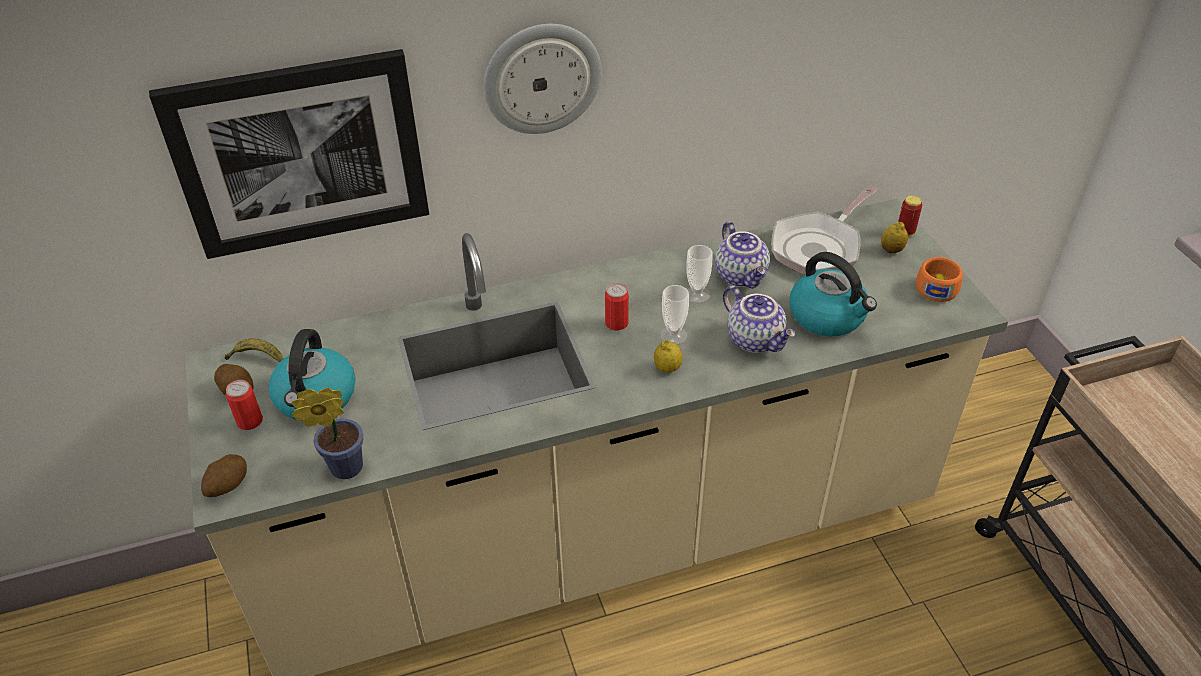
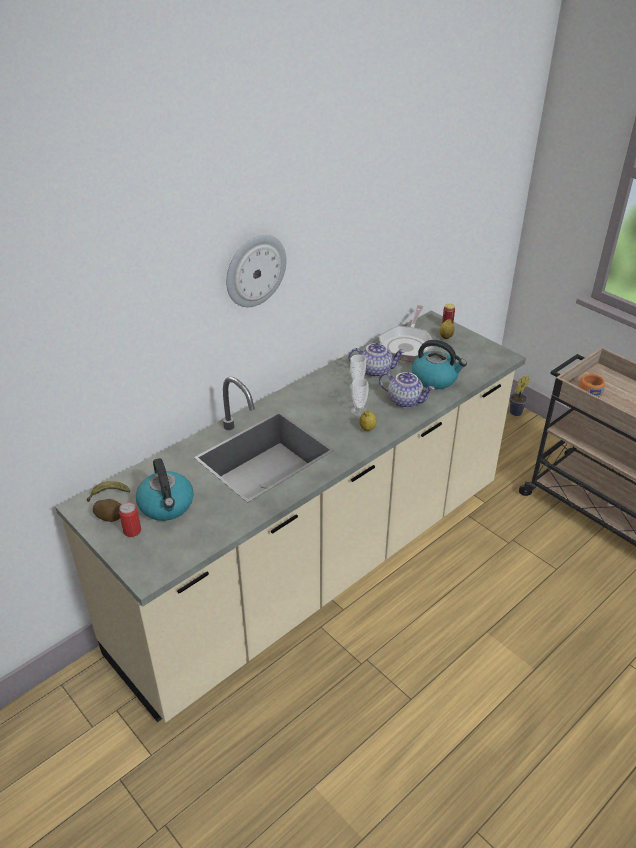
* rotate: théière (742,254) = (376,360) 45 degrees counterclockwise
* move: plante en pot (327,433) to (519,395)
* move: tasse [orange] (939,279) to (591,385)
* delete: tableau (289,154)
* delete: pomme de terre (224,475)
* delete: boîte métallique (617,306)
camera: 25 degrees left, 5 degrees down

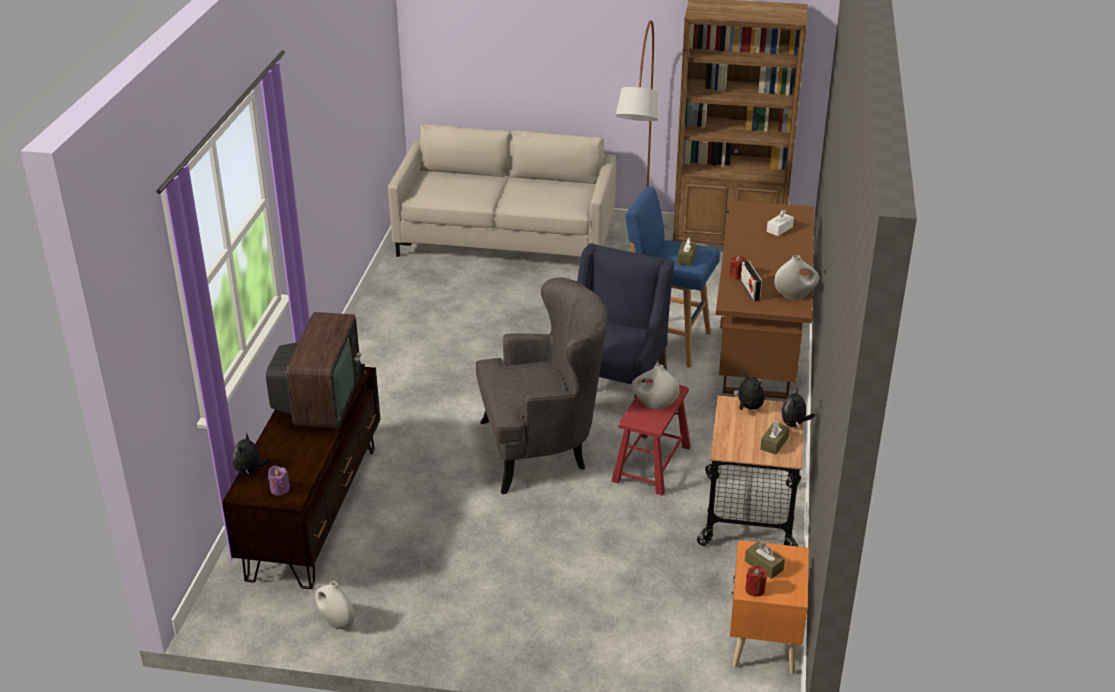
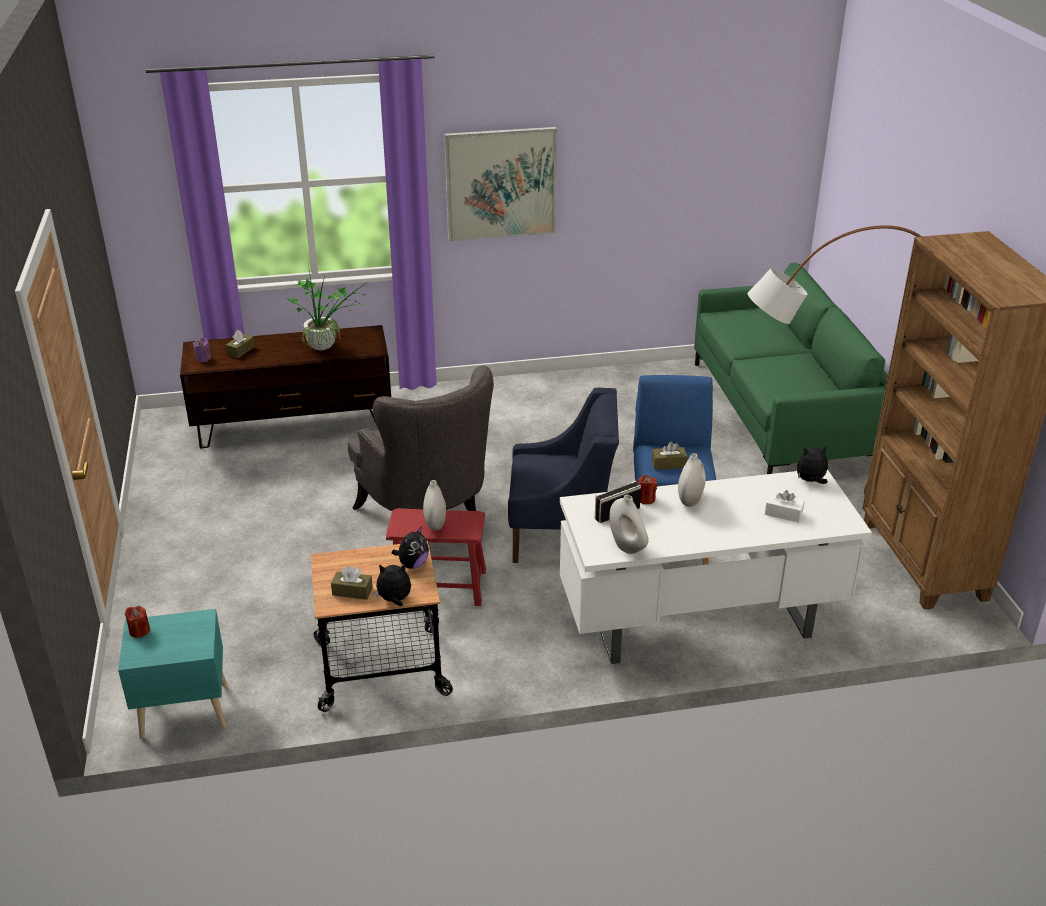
* recolor: table de chevet [orange] (769,607) to table de chevet [turquoise] (172,674)
* move: boîte à mouchoirs [marron] (765,560) to (240,344)
* replace: téléviseur (316,370) to plante en pot (329,310)
* insert: tableau (500,184)
* recolor: bureau [marron] (765,299) to bureau [blanc] (716,567)
* move: vase [blanc] (335,605) to (692,480)
* recolor: canapé [beige] (502,190) to canapé [vert] (791,368)
* move: peluche (251,453) to (812,465)
camera: 70 degrees right, 0 degrees up

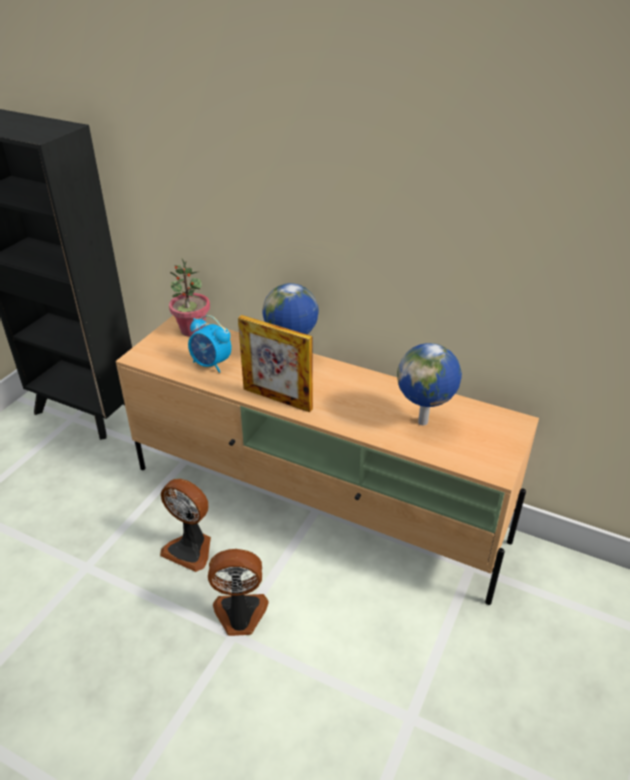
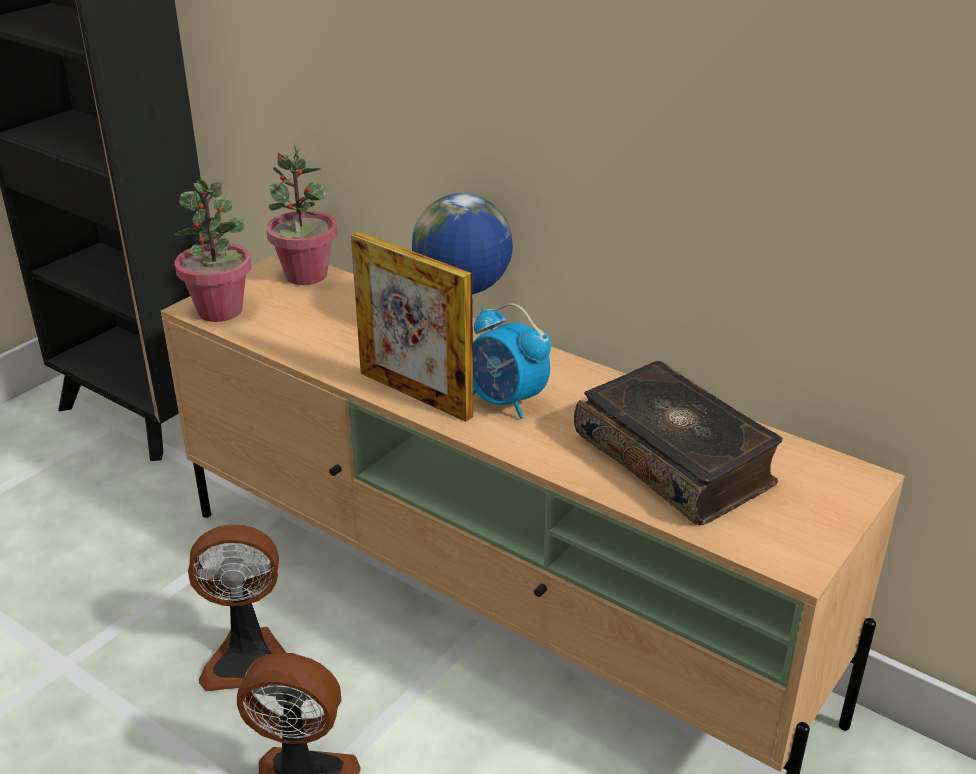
* insert: plante en pot (213,251)
* rotate: ventilateur (185,525) = (237,608) 45 degrees counterclockwise
* move: réveil (210,344) to (512,361)
* replace: globe (429,384) to livre (678,443)
camera: 10 degrees right, 5 degrees down

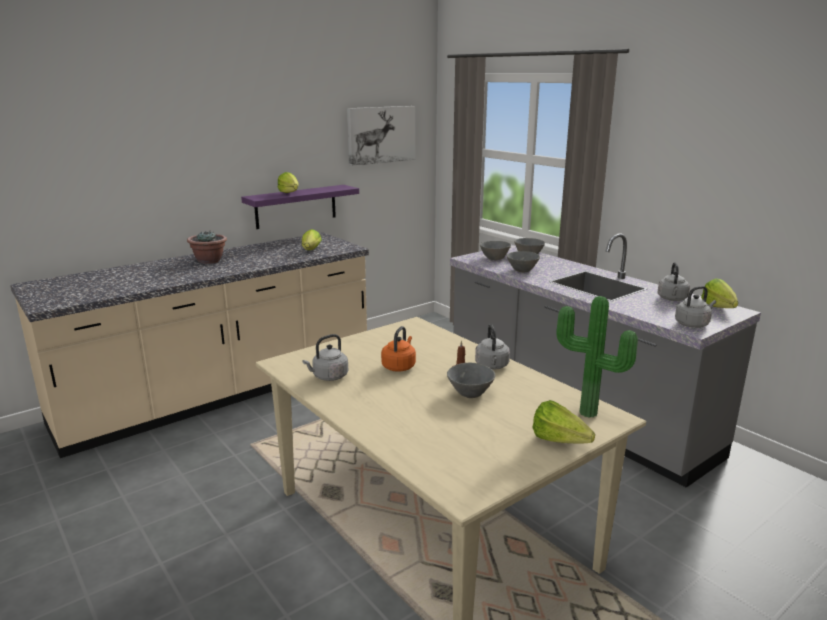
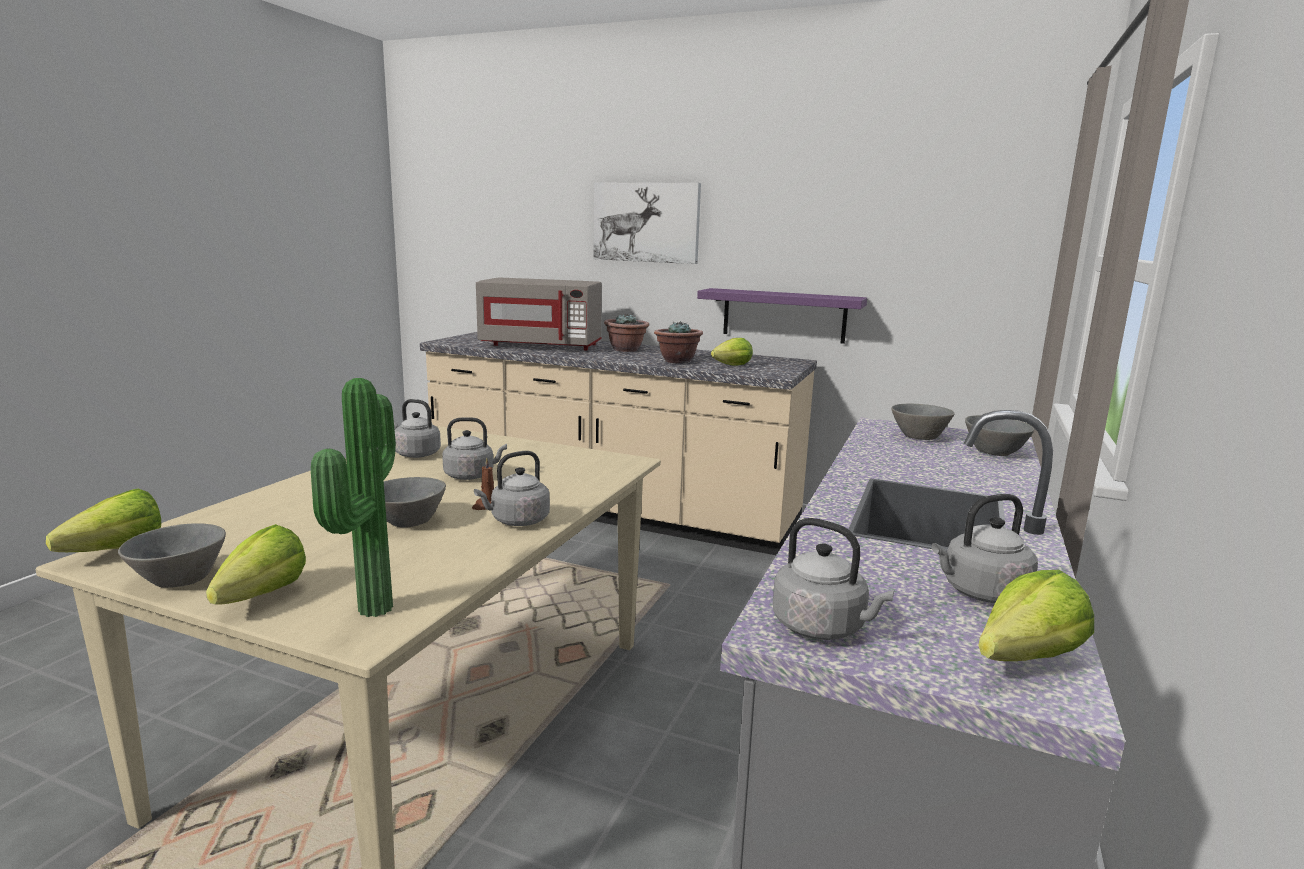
* move: laitue (288,182) to (103,520)
* move: bol [gris] (523,261) to (172,555)
* recolor: bouilloire [orange] (398,349) to bouilloire [gris] (474,448)
* insert: micro-ondes [gris] (539,313)
* move: tableau (381,136) to (647,223)
* insert: plante en pot (678,342)
camera: 60 degrees right, 5 degrees down

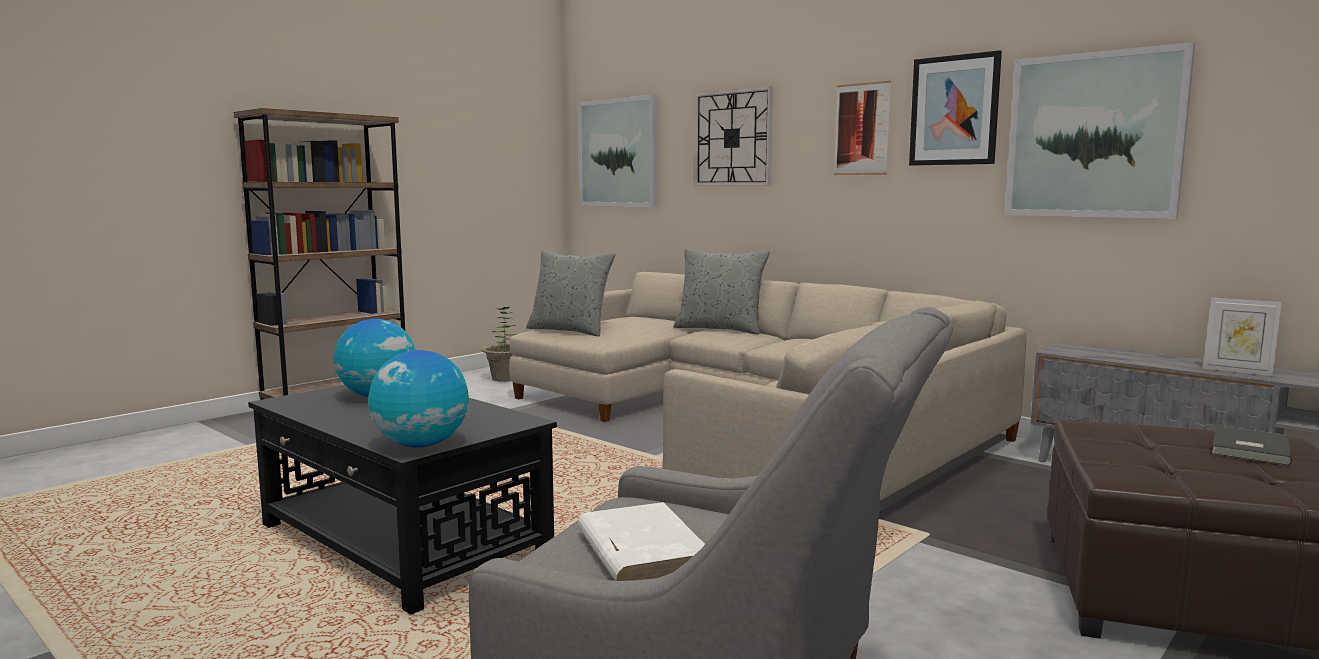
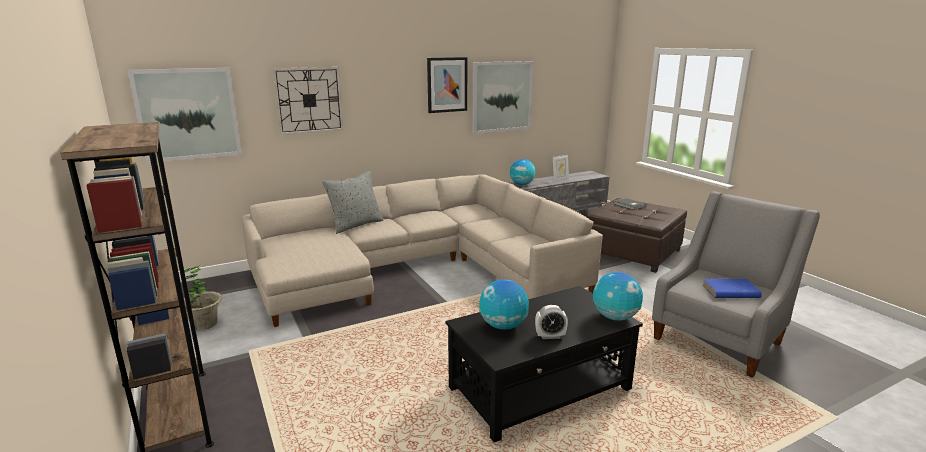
* insert: globe (522,172)
* insert: réveil (551,322)
* recolor: livre [blanc] (641,541) to livre [bleu] (732,288)
* delete: coussin [gris] (570,293)
* delete: tableau (862,128)
camera: 70 degrees left, 10 degrees up

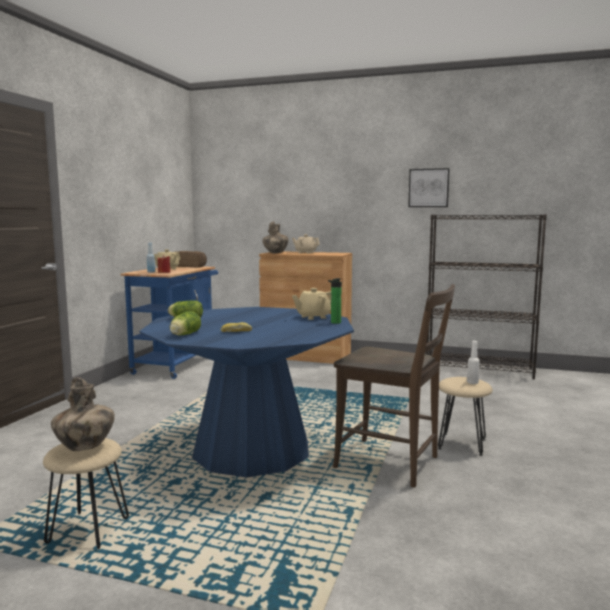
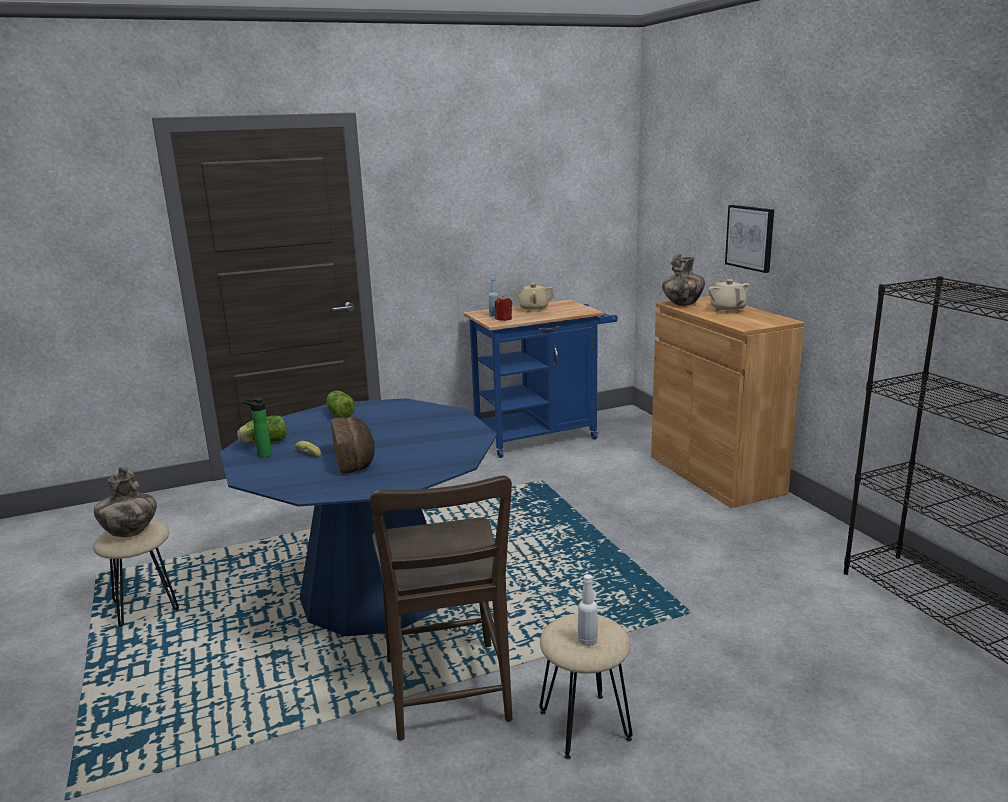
* move: bouteille (335,301) to (257,428)
* move: pain (191,259) to (353,445)
* move: tableau (429,187) to (749,239)
* delete: théière [beige] (312,304)
camera: 50 degrees right, 10 degrees up

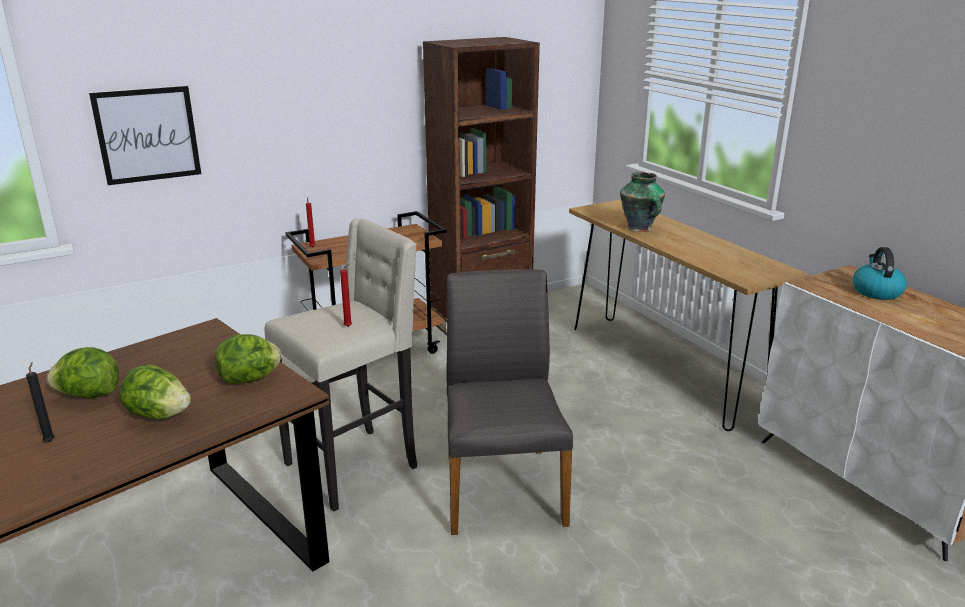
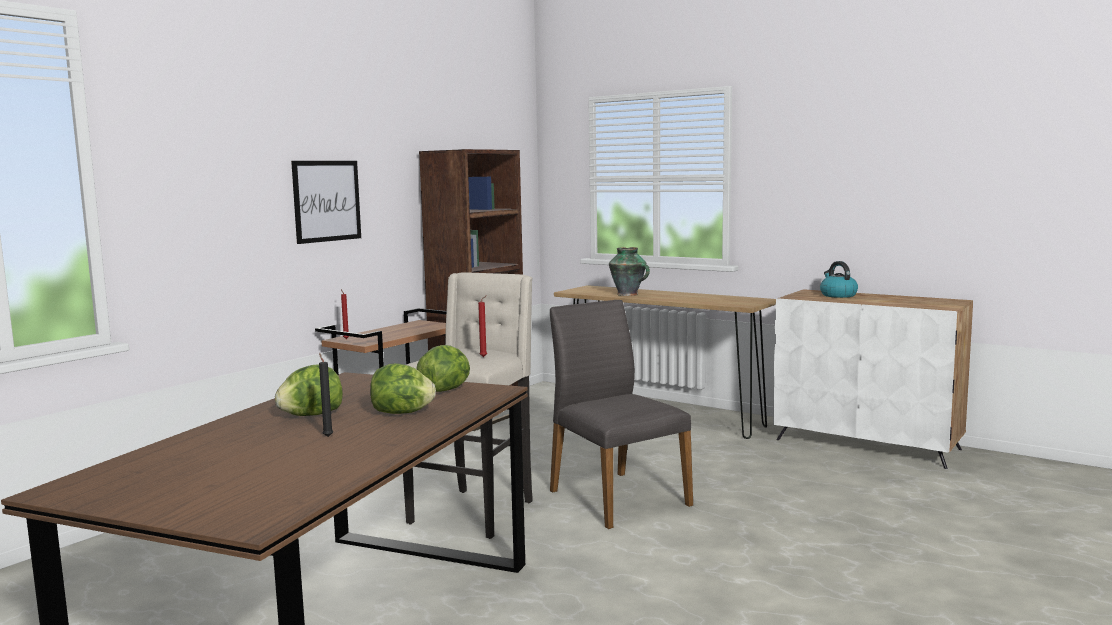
* move: tableau (145,135) to (326,202)
camera: 25 degrees left, 15 degrees down

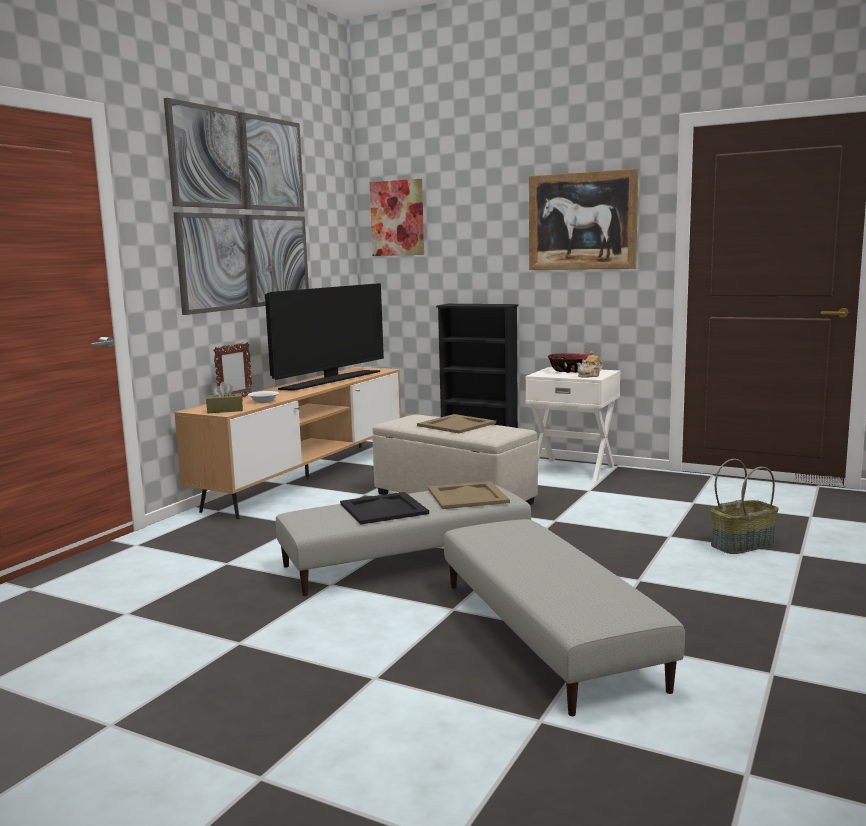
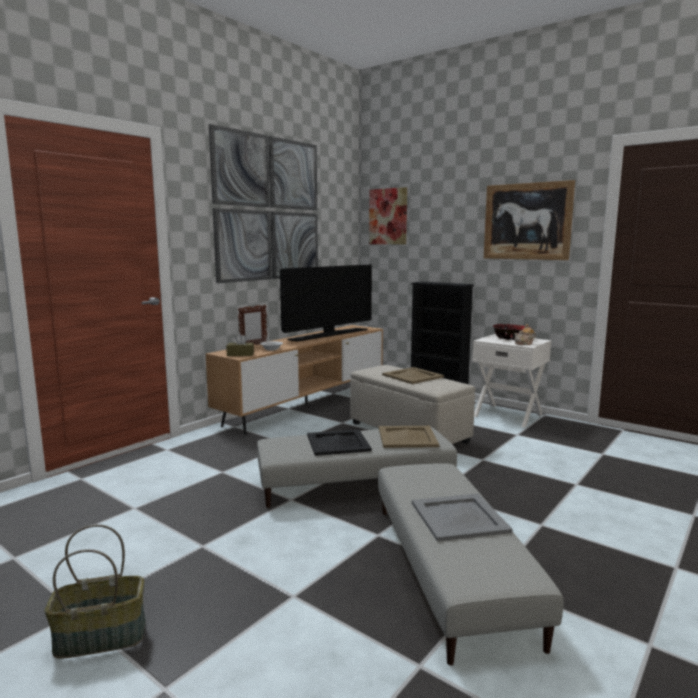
* move: panier (745,506) to (95,591)
* insert: plateau [gris] (462,517)
camera: 10 degrees right, 0 degrees up

